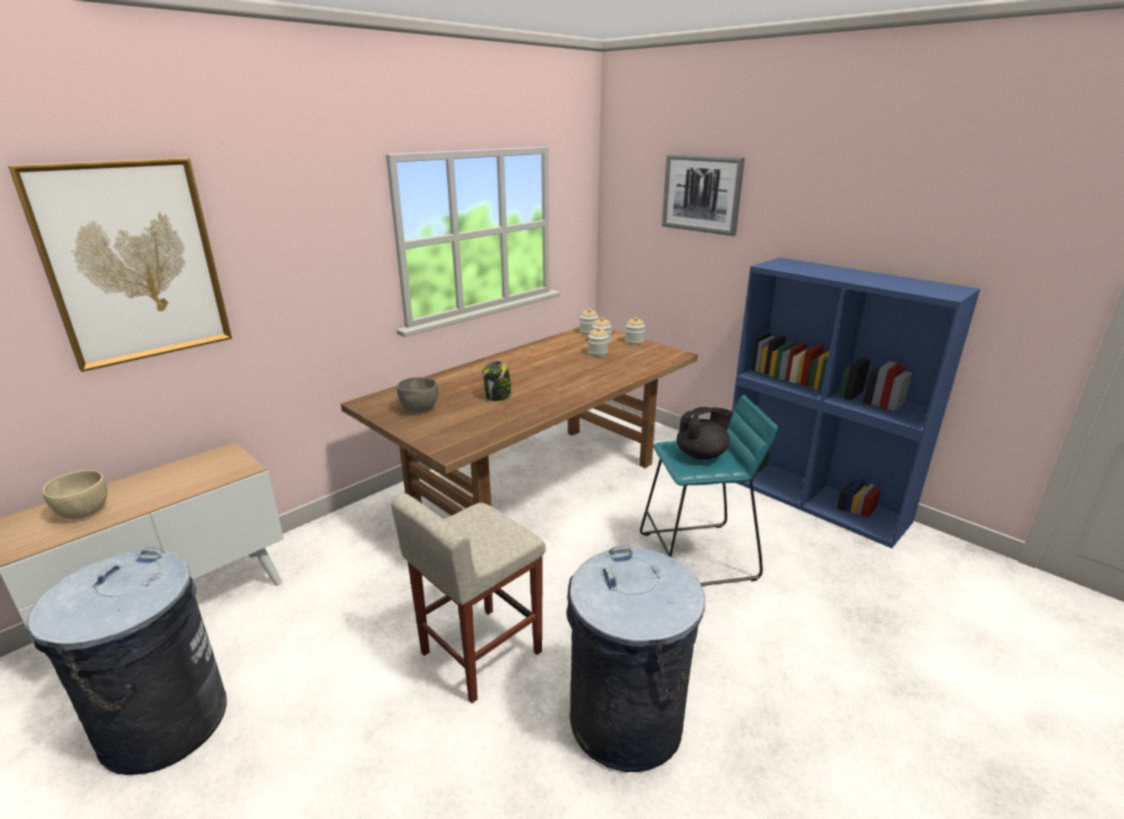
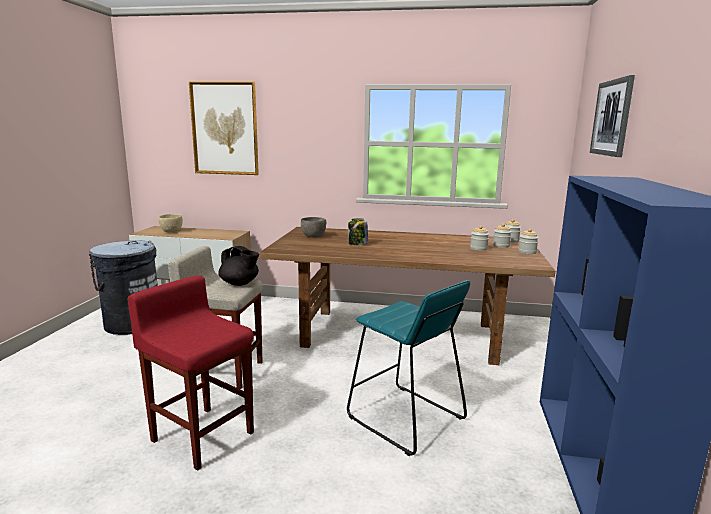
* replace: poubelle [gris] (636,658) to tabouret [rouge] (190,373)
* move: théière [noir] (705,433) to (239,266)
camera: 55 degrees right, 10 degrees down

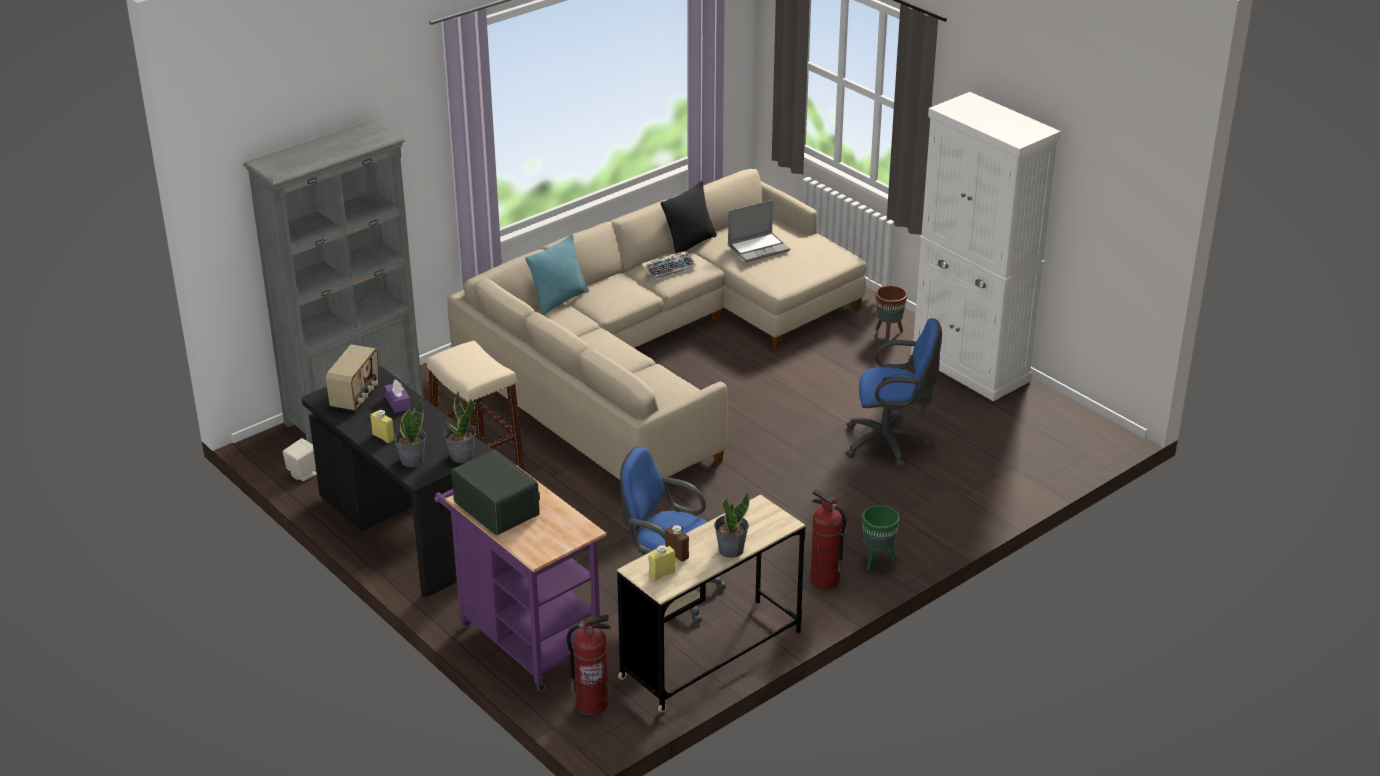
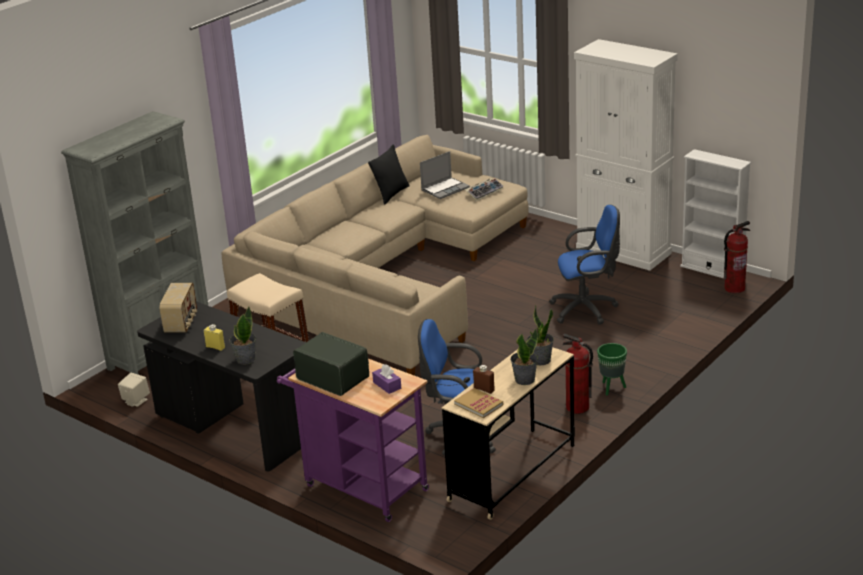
* move: boîte à mouchoirs [violet] (397,396) to (386,379)
* replace: bouteille [jaune] (662,563) to livre (478,403)
* move: clavier (669,266) to (483,189)
* move: plante en pot (460,427) to (540,335)
* insert: bibliothèque [blanc] (715,214)
* move: extincteur (588,665) to (737,257)
* delete: coussin [turquoise] (557,275)
* delete: cache-pot [marron] (891,313)
camera: 10 degrees left, 5 degrees down

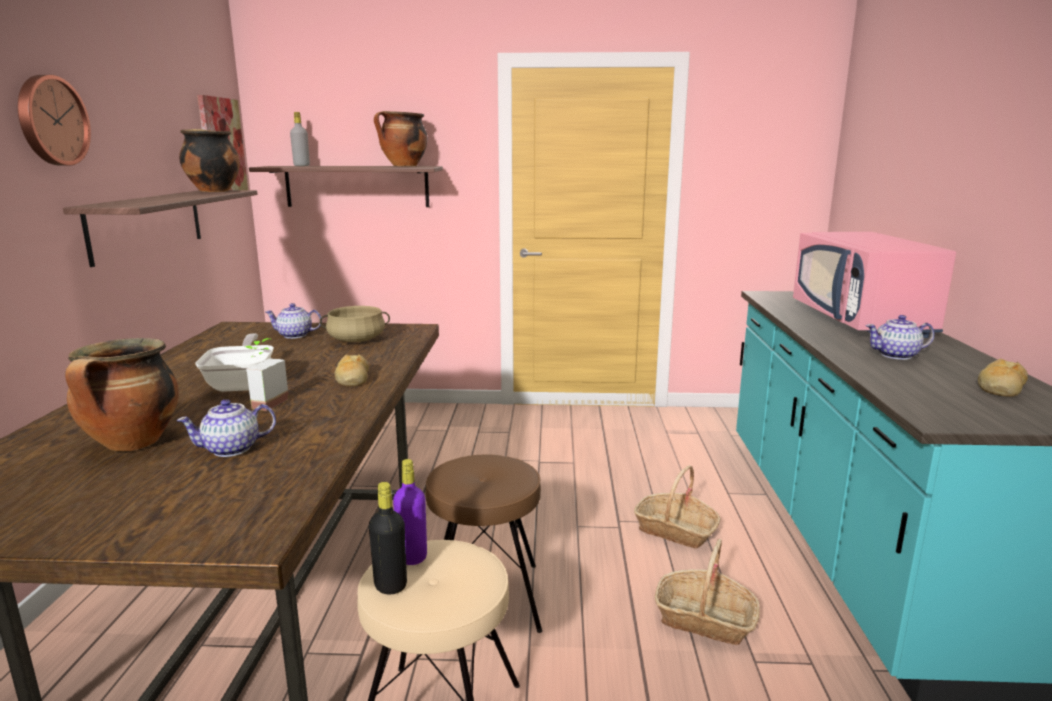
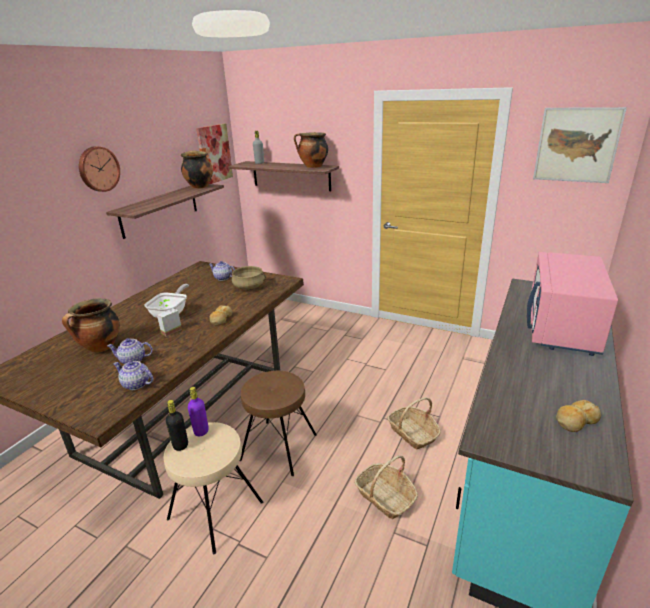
* move: théière (900,337) to (133,375)
* insert: tableau (580,145)
camera: 25 degrees right, 10 degrees up

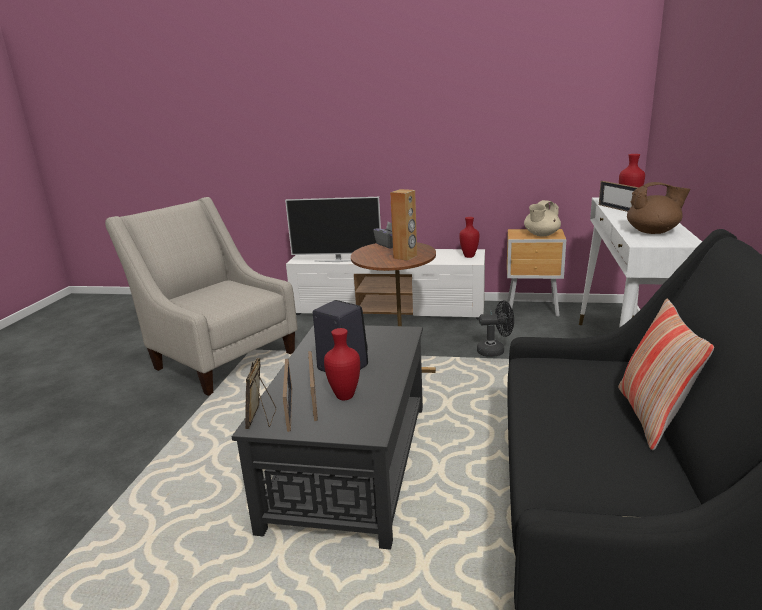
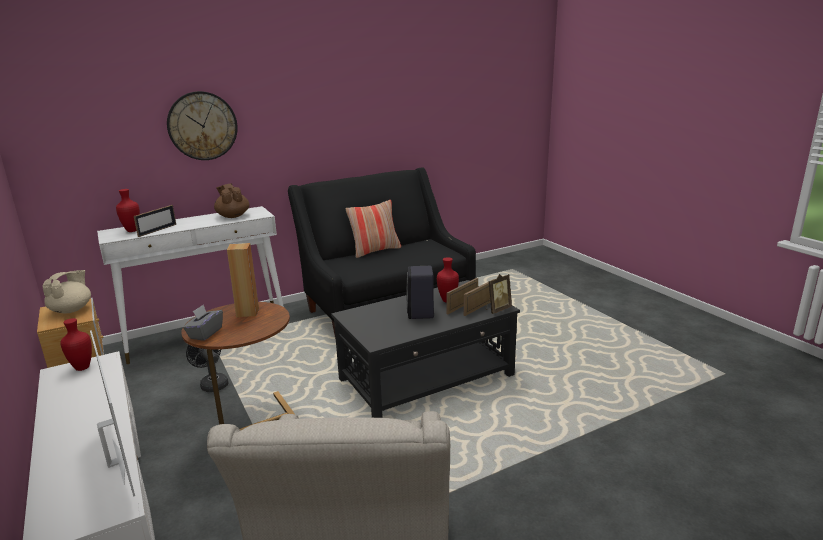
* rotate: théière [beige] (542,218) = (66,291) 75 degrees counterclockwise
* insert: horloge murale (202,125)
camera: 130 degrees left, 0 degrees up

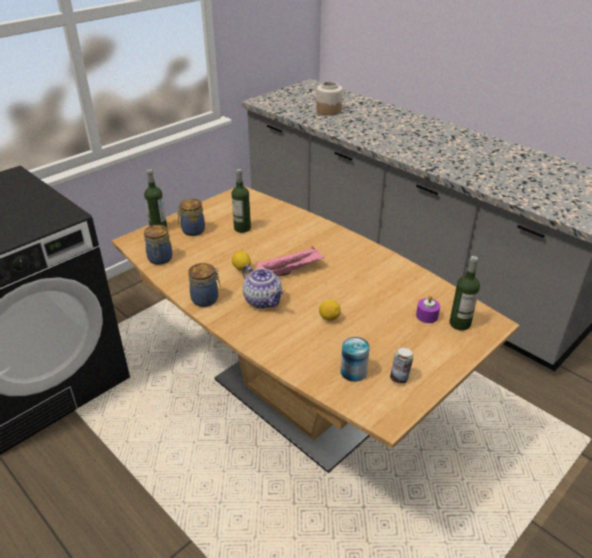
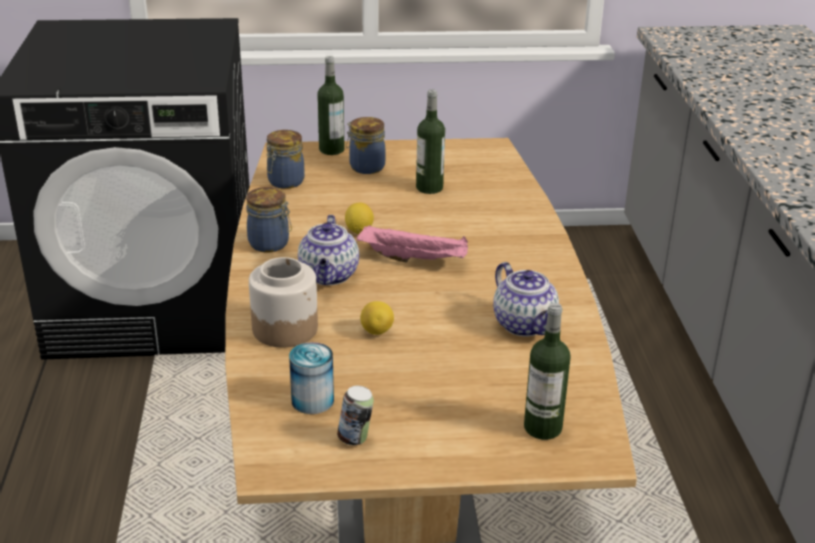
* move: bocal (329,98) to (283,302)
* insert: théière (526,299)
* delete: bougie [violet] (428,309)
camera: 40 degrees right, 5 degrees down

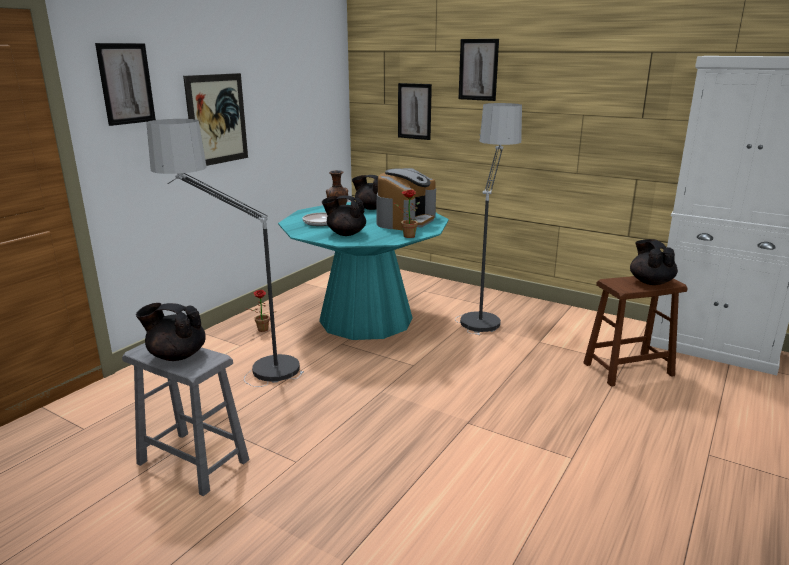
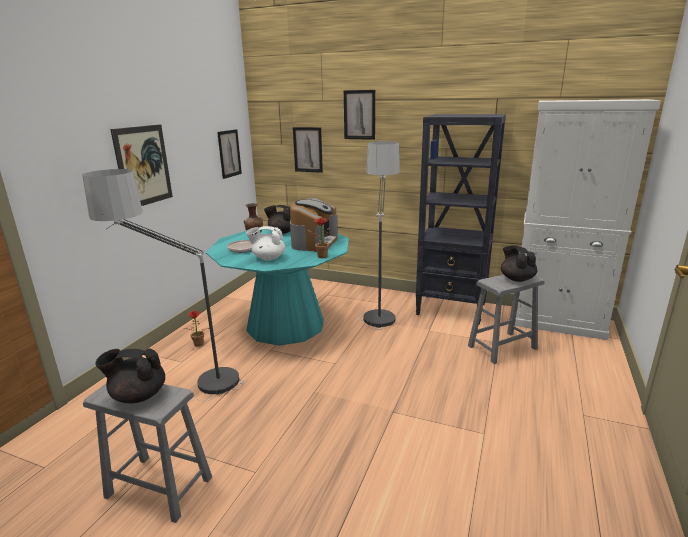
* move: tableau (125,84) to (229,154)
* recolor: théière [noir] (344,215) to théière [blanc] (265,243)
* insert: bibliothèque [noir] (461,219)
* recolor: tabouret [marron] (635,331) to tabouret [gris] (506,319)
camera: 10 degrees left, 0 degrees up

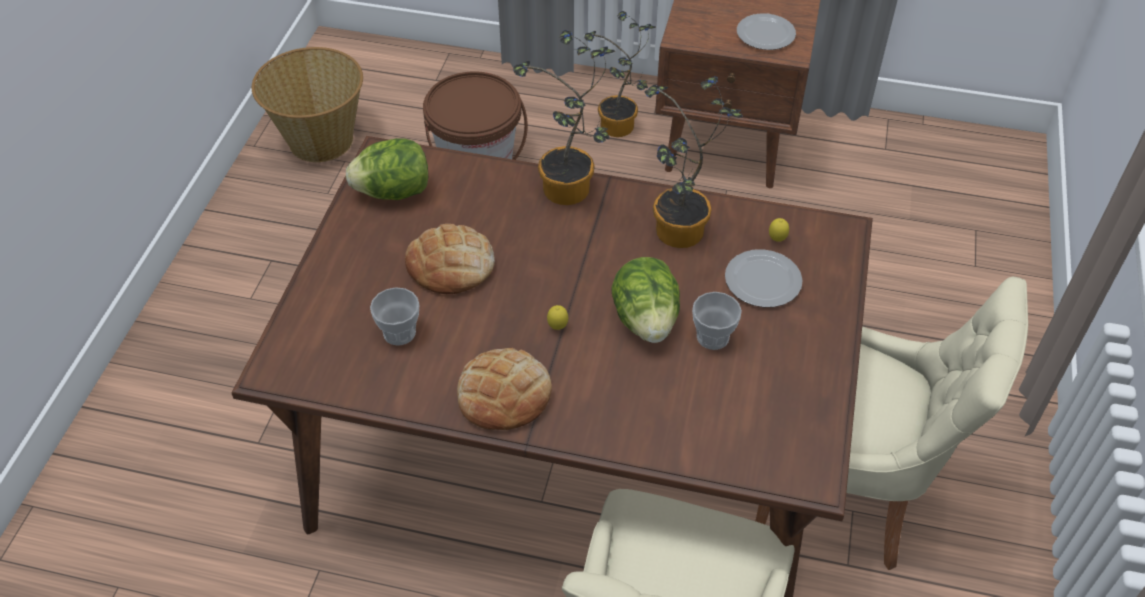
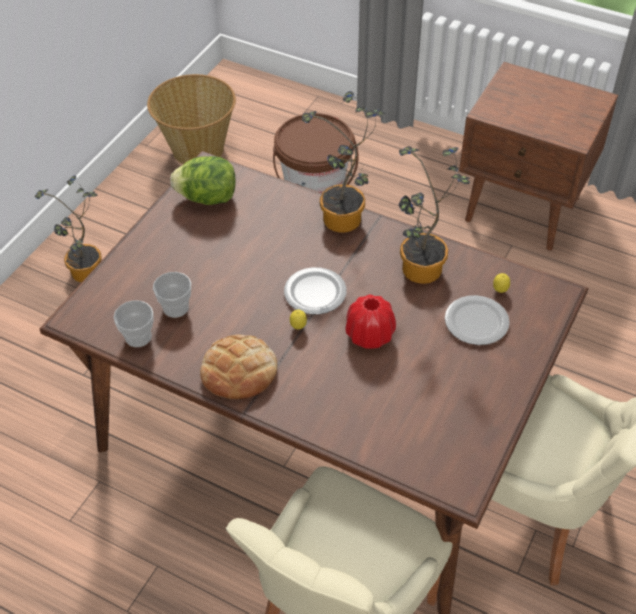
* move: plante en pot (620,74) to (68,228)
* move: tasse (717,321) to (133,323)
* move: assiette (766,31) to (315,290)
* replace: laitue (645,300) to vase [rouge] (370,321)
* delete: pain (450,259)
camera: 15 degrees right, 0 degrees up

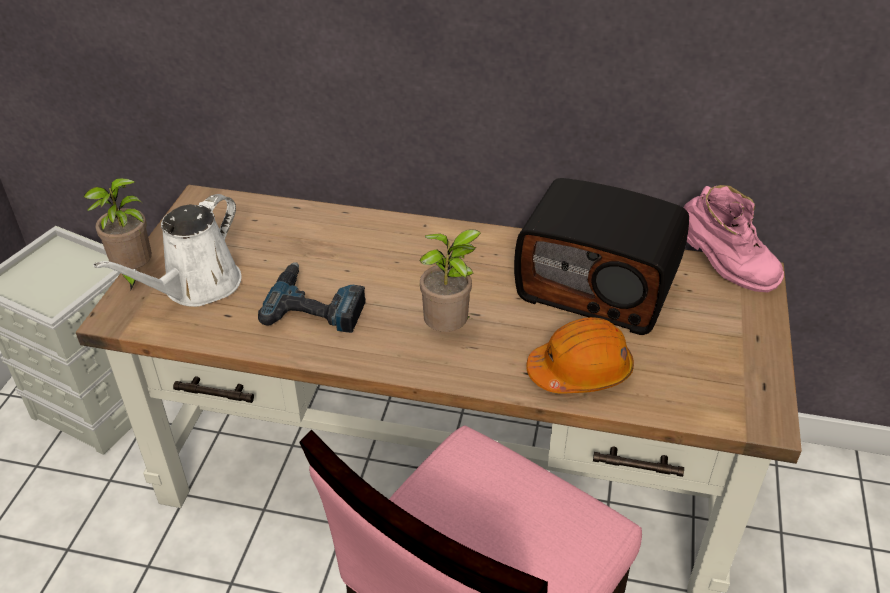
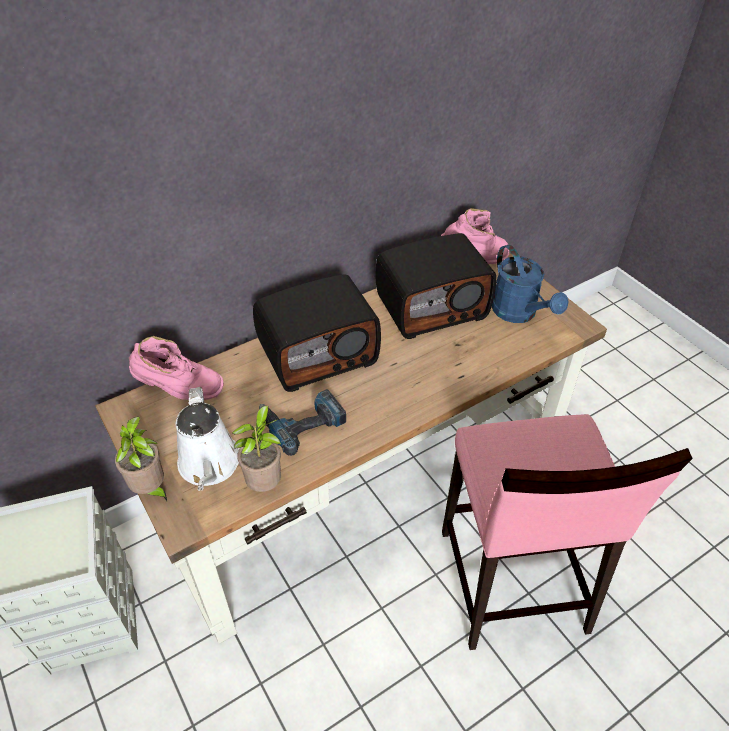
* insert: botte [rose] (176,368)
* move: plante en pot (450,280) to (256,449)
* insert: radio (317,333)
* insert: arrosoir [bleu] (530,284)
* delete: casque de chantier [orange] (580,355)
camera: 45 degrees left, 5 degrees up

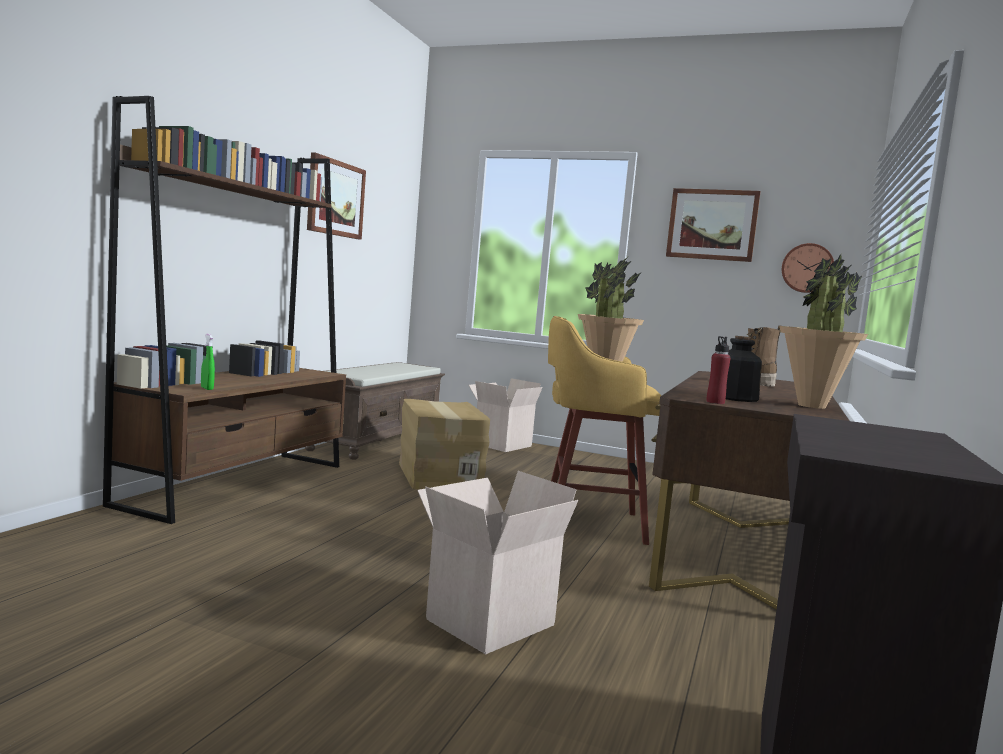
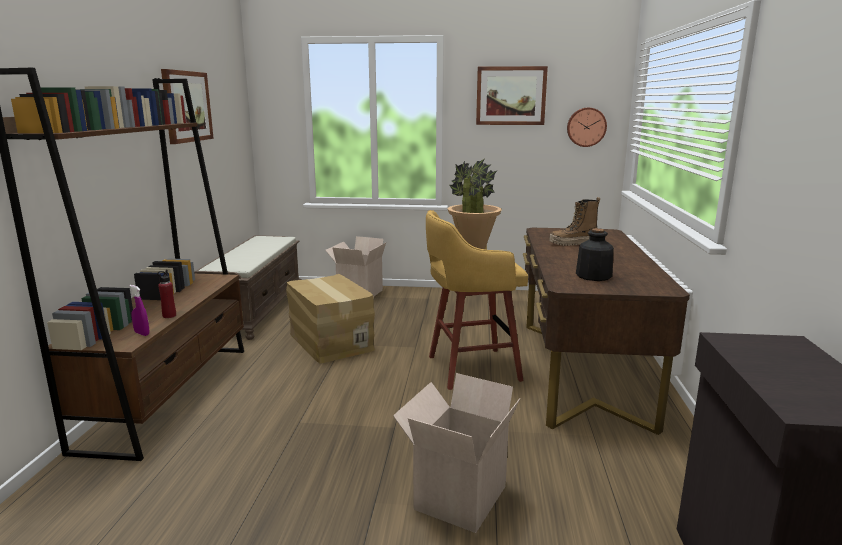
* recolor: vaporisateur [vert] (208,362) to vaporisateur [violet] (139,310)
* move: bouteille [rouge] (718,370) to (166,294)
* delete: plante en pot (823,331)
camera: 15 degrees left, 10 degrees up

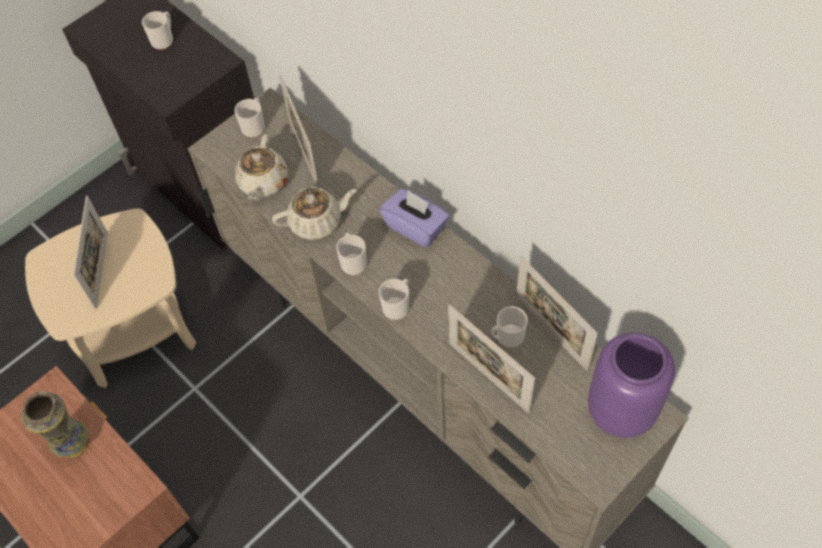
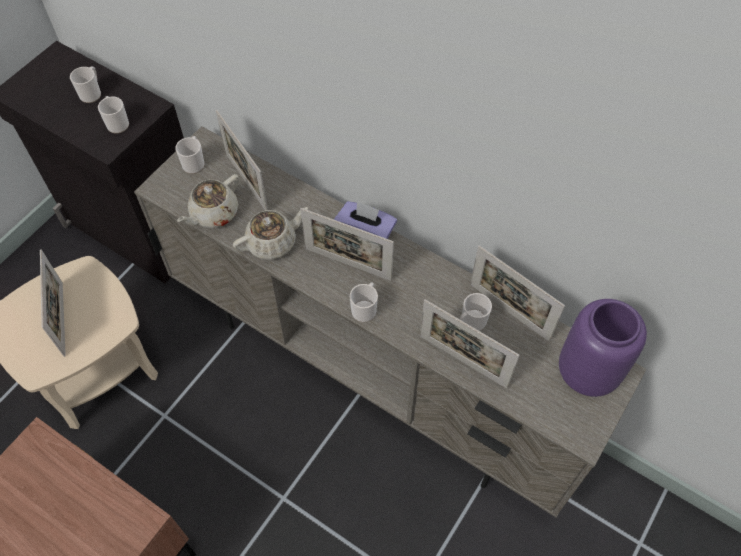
* move: mug (351,253) to (113,114)
* rotate: théière [beige] (261,167) = (208,201) 45 degrees clockwise
* insert: cadre photo (347,244)
* delete: vase (54,424)
camera: 15 degrees left, 0 degrees up

